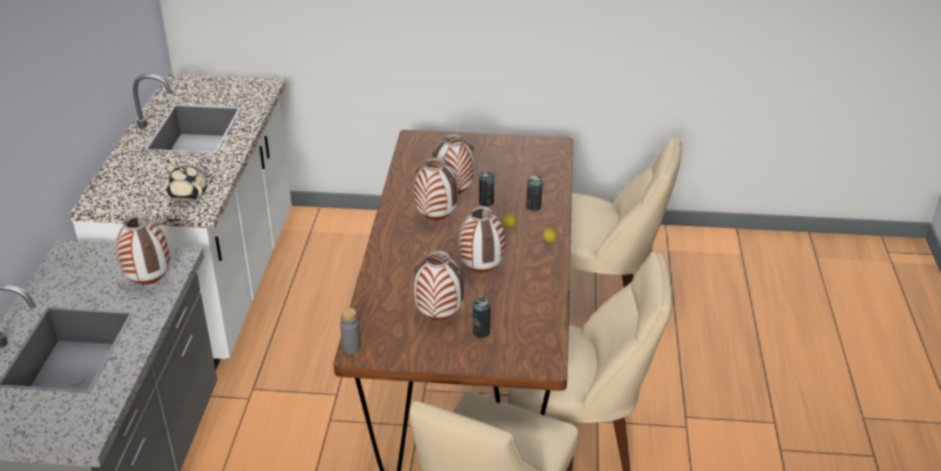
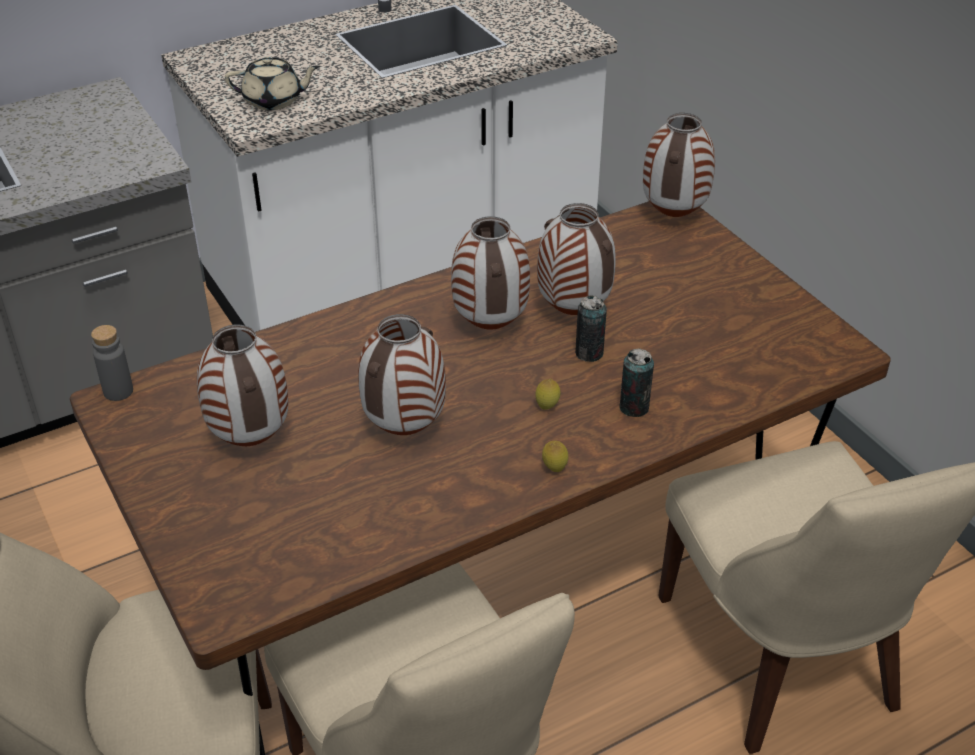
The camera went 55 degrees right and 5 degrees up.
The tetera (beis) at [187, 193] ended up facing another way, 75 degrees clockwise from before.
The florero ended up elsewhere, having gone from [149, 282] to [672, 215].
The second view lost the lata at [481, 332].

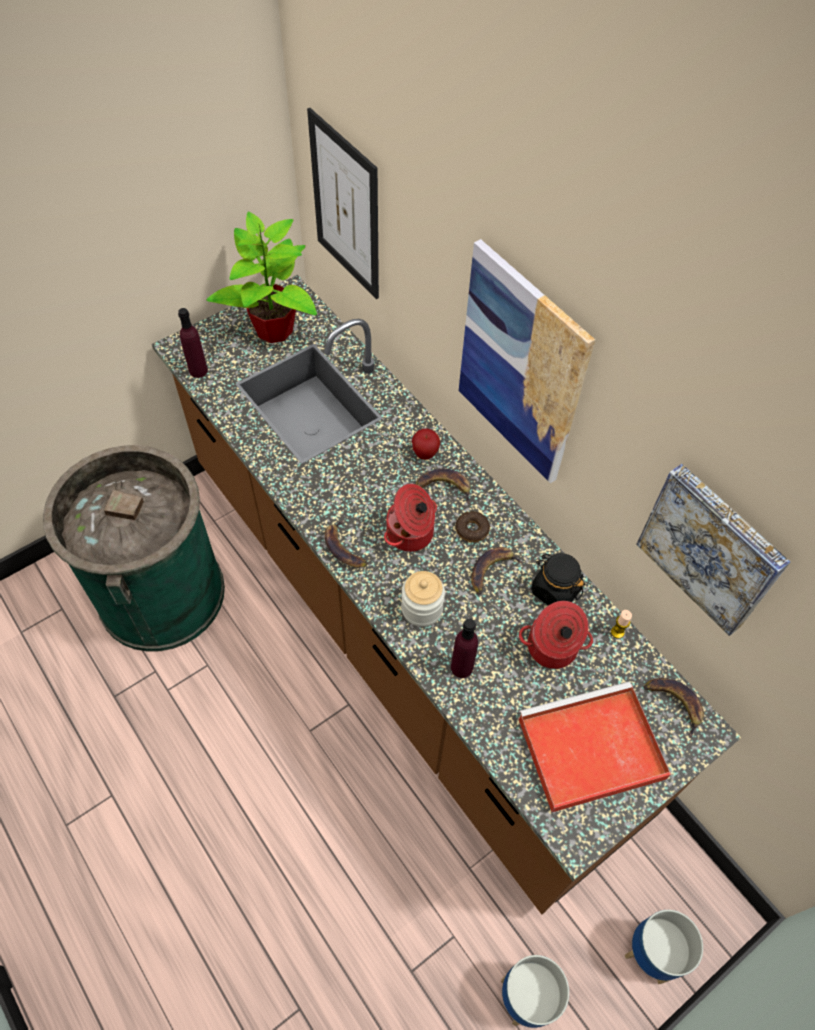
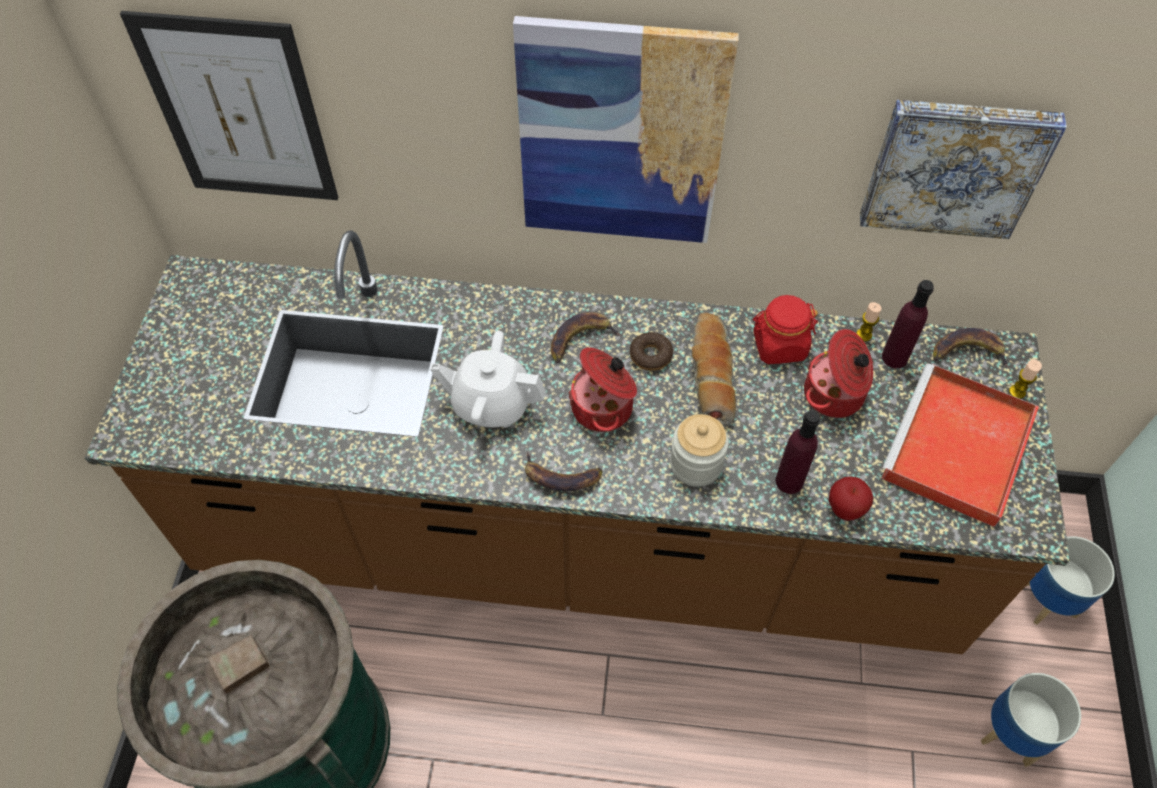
The camera went 45 degrees left and 0 degrees up.
The second view lost the planta en maceta at [274, 330].
The botella (morado) ended up elsewhere, having gone from [198, 370] to [894, 357].
The manzana ended up elsewhere, having gone from [425, 454] to [844, 510].
Where the plátano stood at [492, 570], the pan came to stand at [710, 375].
What was the tarro (negro) at [555, 590] turned into the tarro (rojo) at [779, 345].
The second view gained the tetera (blanco) at [491, 404].
The second view gained the vela at [1017, 392].

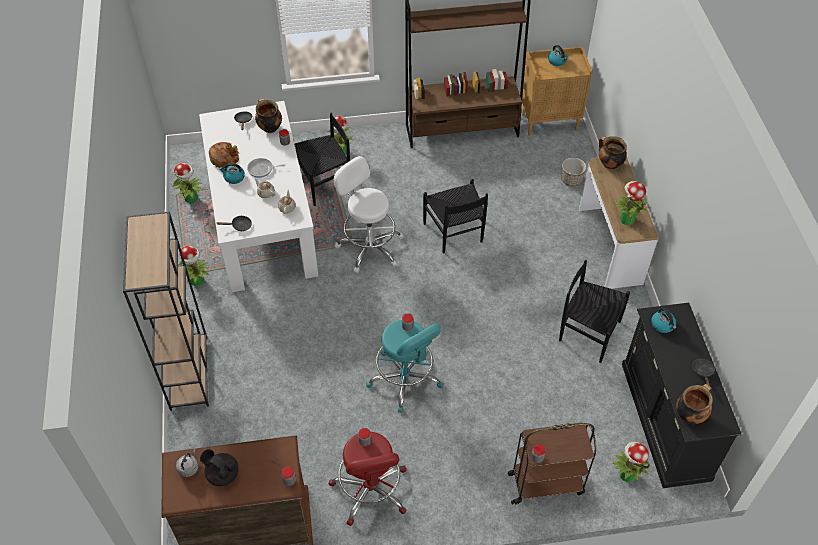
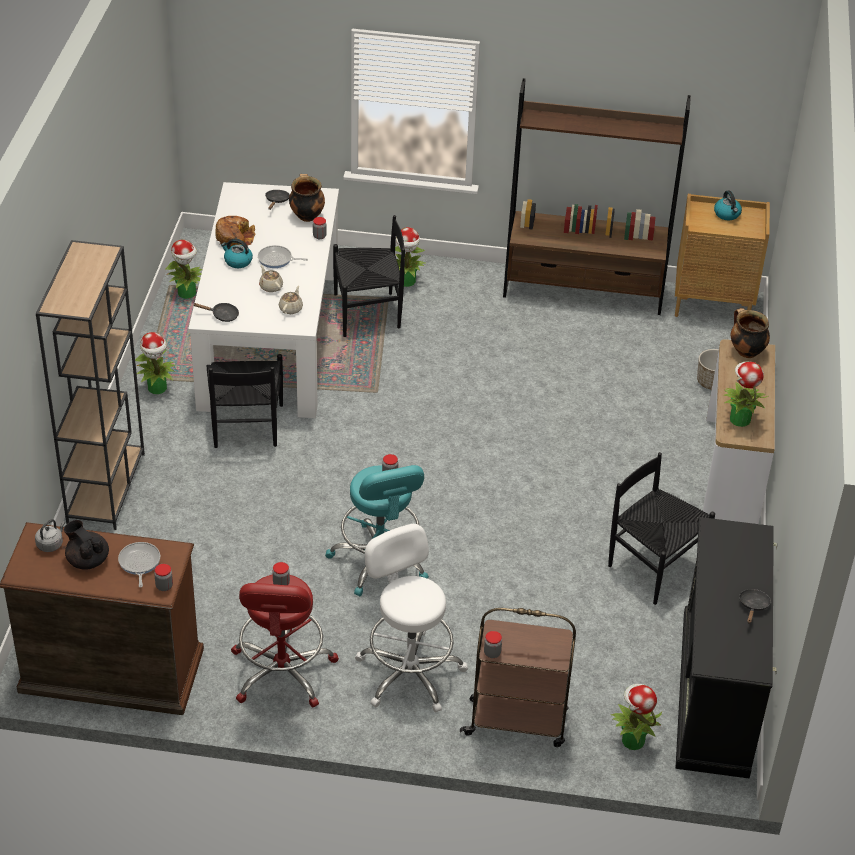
The camera went 15 degrees right and 10 degrees down.
The taburete (blanco) ended up elsewhere, having gone from [369, 246] to [409, 671].
The silla (negro) ended up elsewhere, having gone from [455, 233] to [245, 427].
The second view lost the hervidor at [663, 325].
The second view lost the olla at [689, 415].
The second view gained the sartén at [139, 563].

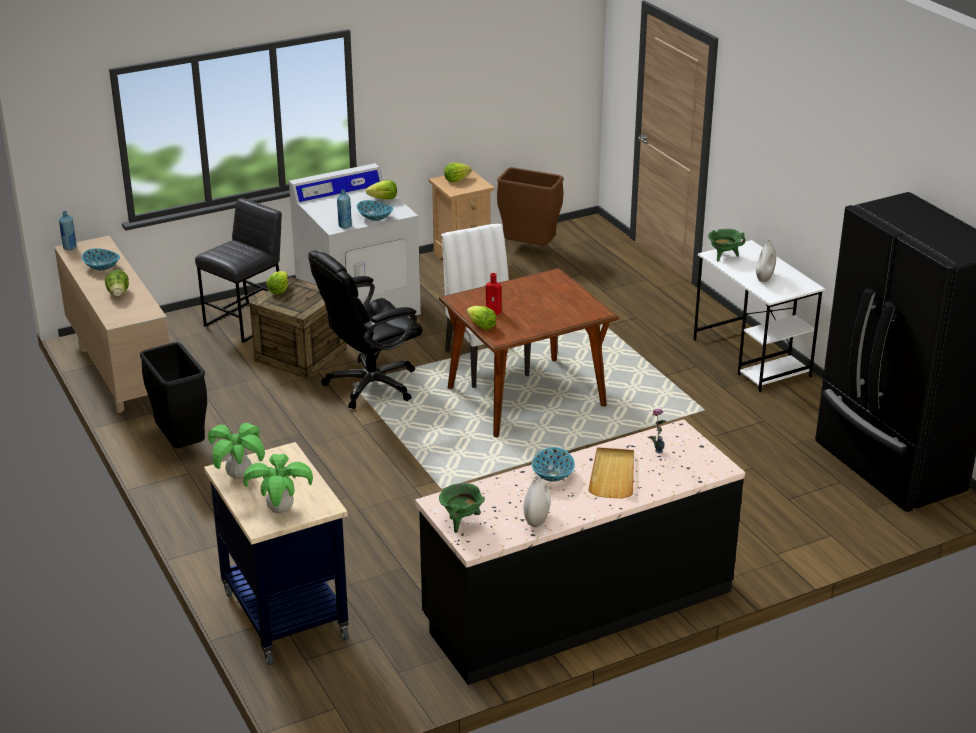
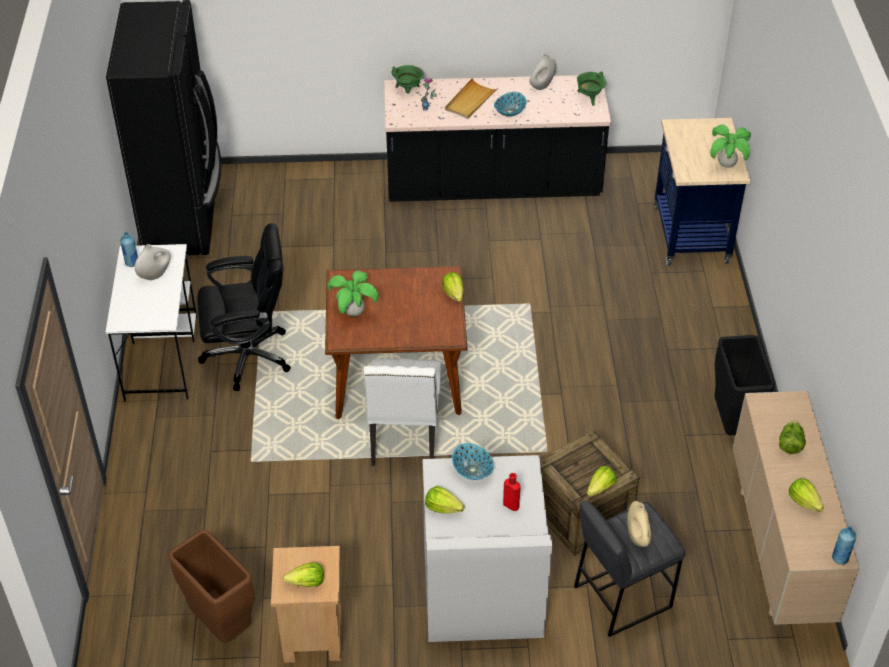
The camera went 155 degrees left and 15 degrees up.
The botella (azul) ended up elsewhere, having gone from [345, 226] to [132, 263].
The olla (verde) ended up elsewhere, having gone from [723, 256] to [408, 90].
Where the cuenco stood at [102, 267], the lechuga came to stand at [804, 502].
The silla de oficina (negro) ended up elsewhere, having gone from [371, 385] to [247, 356].
The botella (rojo) ended up elsewhere, having gone from [494, 312] to [510, 504].
The planta en maceta ended up elsewhere, having gone from [280, 510] to [354, 312].
The second view gained the florero (beis) at [637, 537].

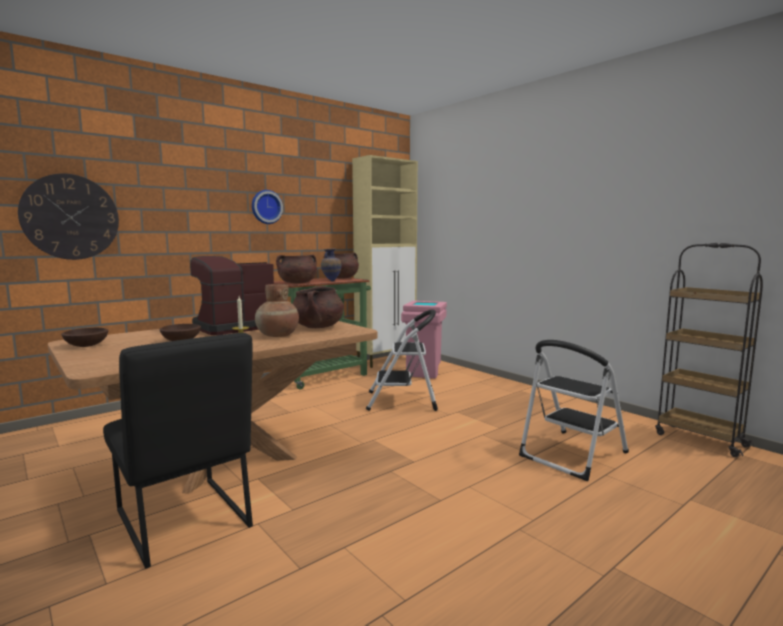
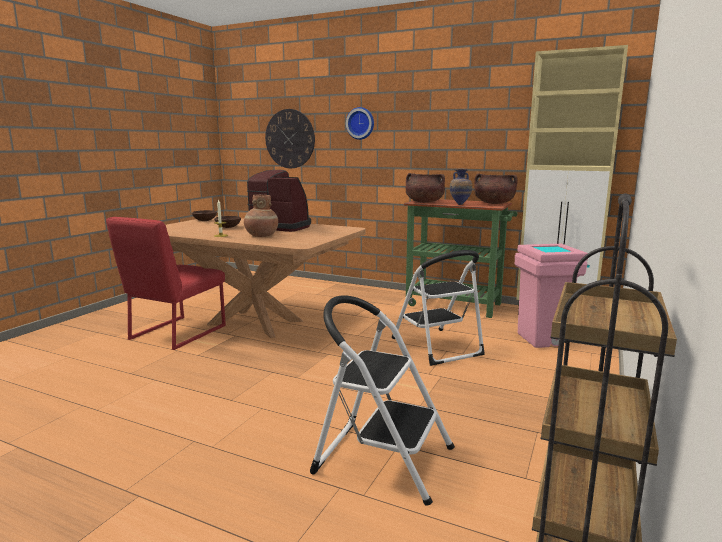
The camera went 65 degrees right and 5 degrees up.
The reloj de pared ended up elsewhere, having gone from [266, 207] to [361, 123].
The second view lost the olla (marrón) at [318, 327].
What was the silla (negro) at [183, 520] turned into the silla (rojo) at [175, 333].

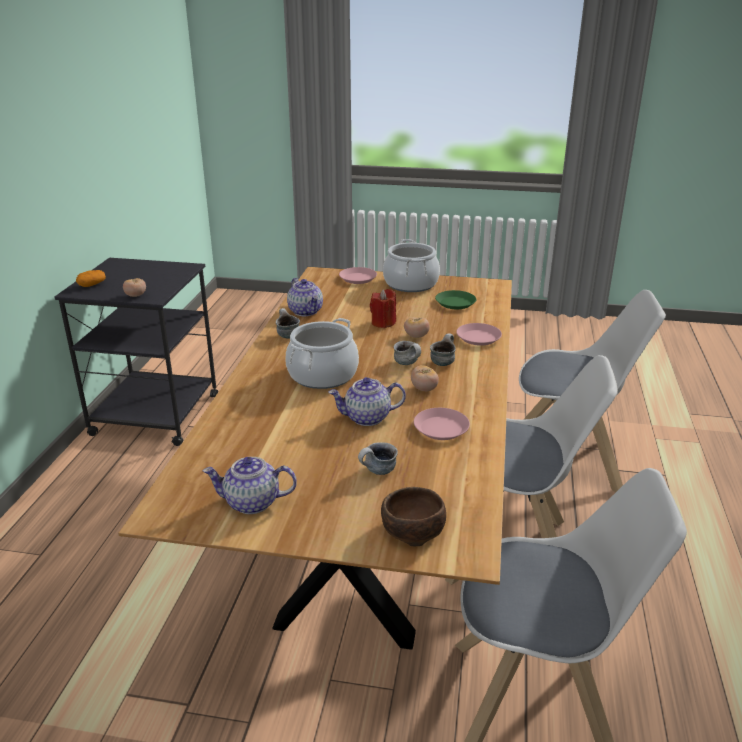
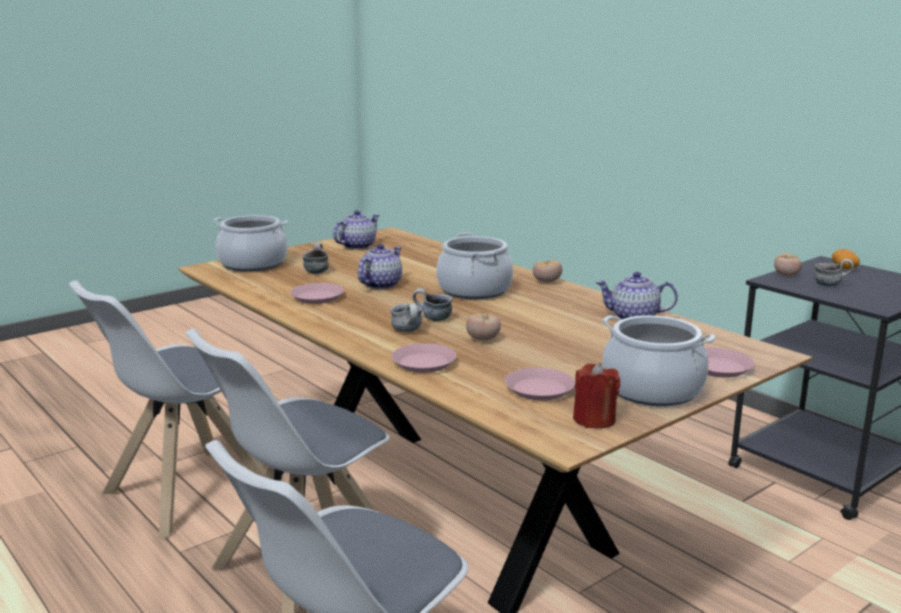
The camera went 130 degrees right and 10 degrees down.
The vela (rojo) ended up elsewhere, having gone from [383, 323] to [594, 420].
What was the plato (verde) at [455, 303] turned into the plato (rosa) at [539, 389].
The taza grande ended up elsewhere, having gone from [286, 335] to [831, 285].
The tomate ended up elsewhere, having gone from [424, 389] to [546, 282].
Where the cuenco (marrón) stood at [411, 530], the olla came to stand at [253, 264].

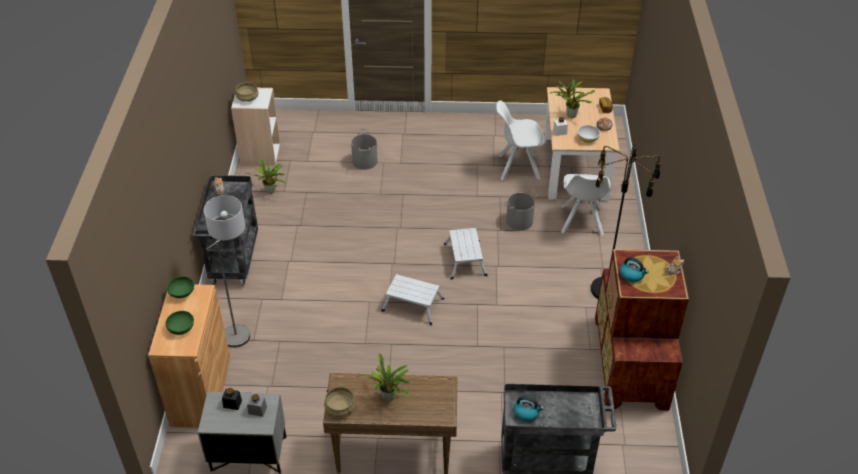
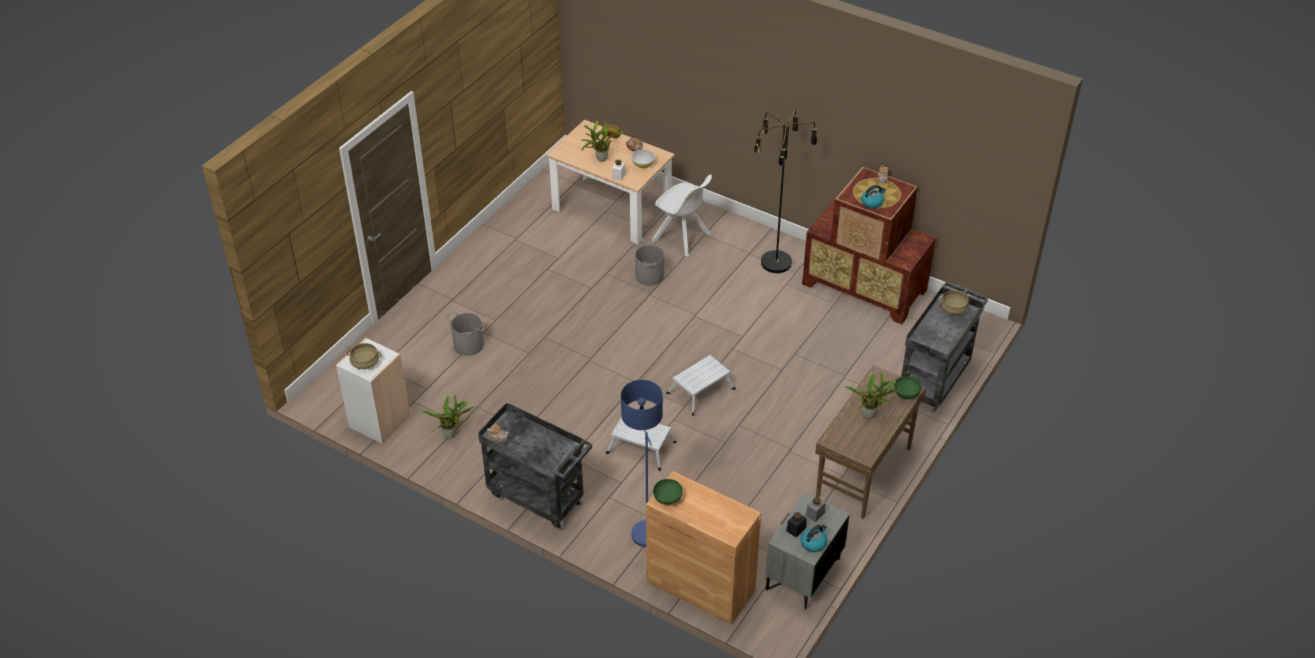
The camera went 60 degrees left and 0 degrees up.
The second view lost the silla (blanco) at [517, 167].
What was the lámpara de pie (gris) at [242, 332] turned into the lámpara de pie (azul) at [644, 527].
The escalera de tijera (blanco) ended up elsewhere, having gone from [465, 259] to [641, 447].
The cuenco (verde) ended up elsewhere, having gone from [181, 328] to [906, 393].
The olla (beis) ended up elsewhere, having gone from [340, 408] to [953, 309].
The hervidor ended up elsewhere, having gone from [526, 413] to [813, 543].

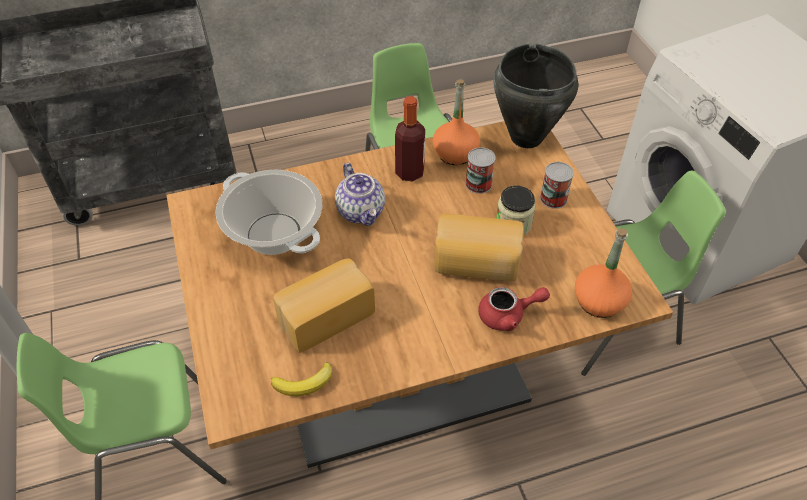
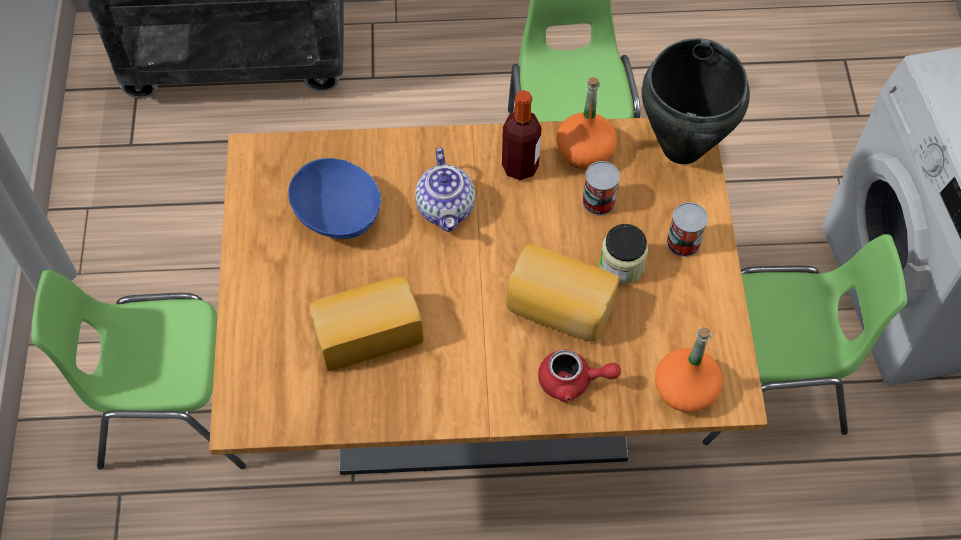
The camera went 15 degrees right and 10 degrees up.
Where the olla stood at [275, 233], the cuenco (azul) came to stand at [339, 214].
The second view lost the plátano at [304, 383].

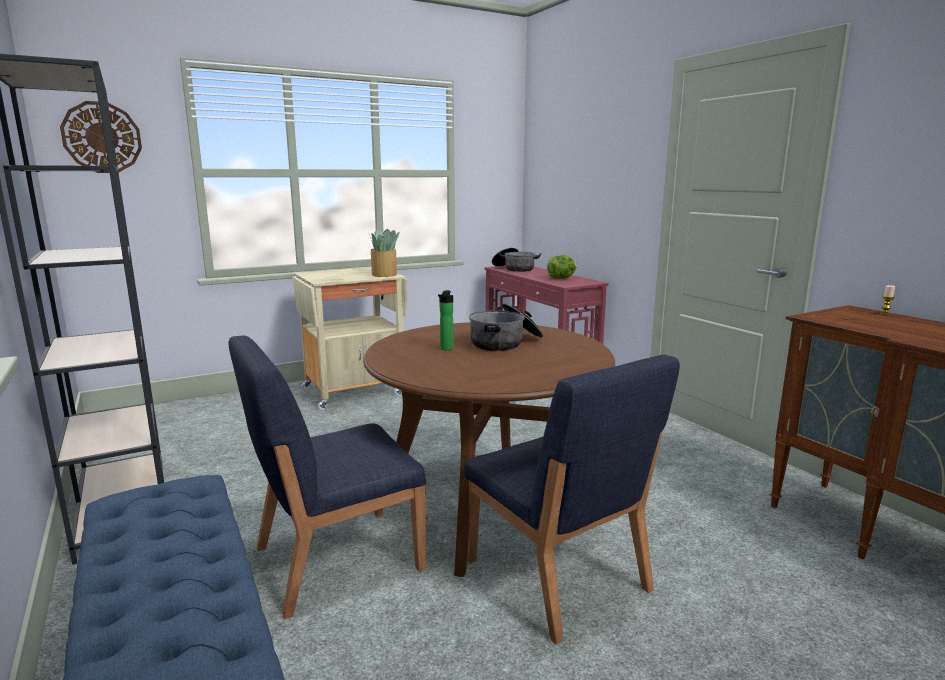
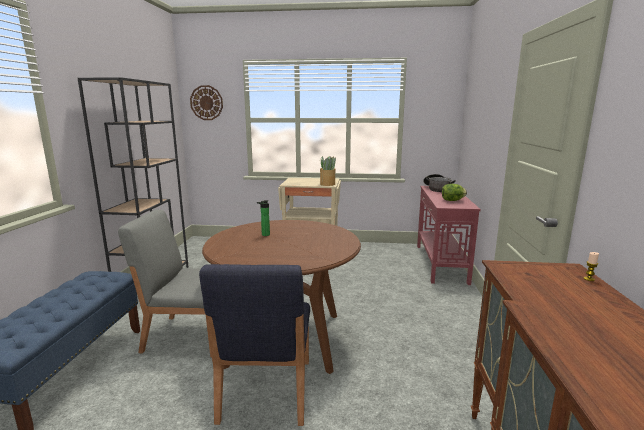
The camera went 35 degrees right and 0 degrees up.
The second view lost the olla at [506, 343].
What was the silla (azul) at [335, 558] turned into the silla (gris) at [189, 335].

